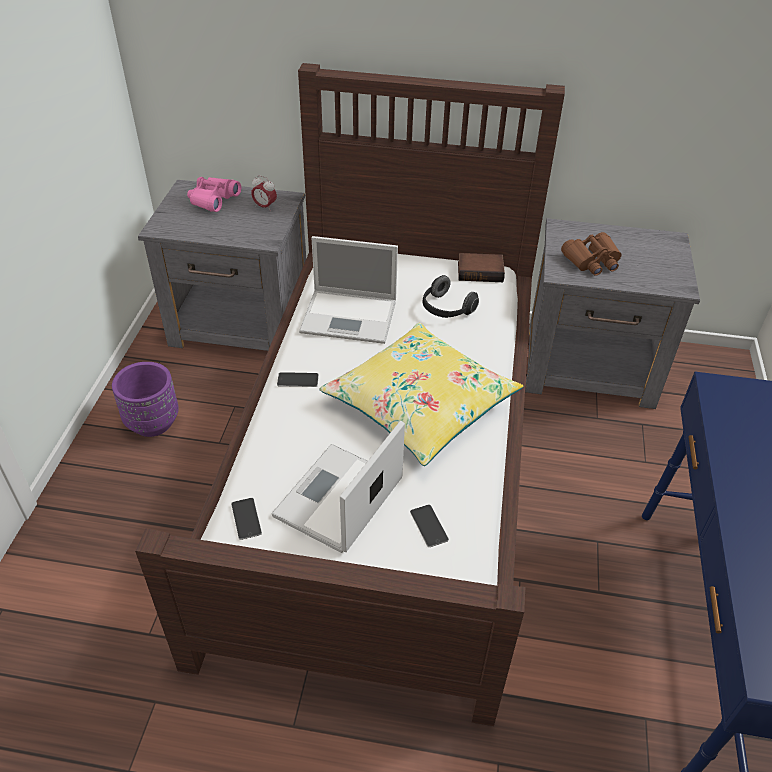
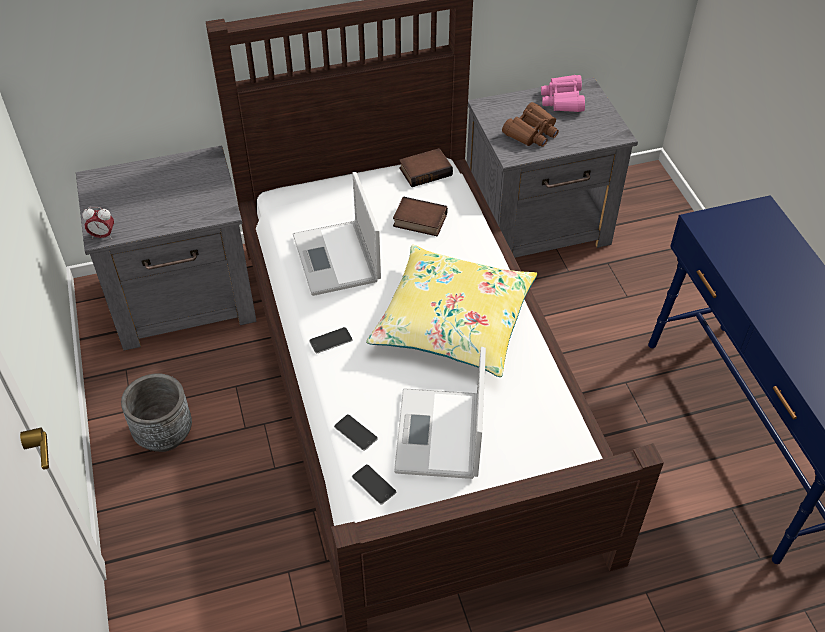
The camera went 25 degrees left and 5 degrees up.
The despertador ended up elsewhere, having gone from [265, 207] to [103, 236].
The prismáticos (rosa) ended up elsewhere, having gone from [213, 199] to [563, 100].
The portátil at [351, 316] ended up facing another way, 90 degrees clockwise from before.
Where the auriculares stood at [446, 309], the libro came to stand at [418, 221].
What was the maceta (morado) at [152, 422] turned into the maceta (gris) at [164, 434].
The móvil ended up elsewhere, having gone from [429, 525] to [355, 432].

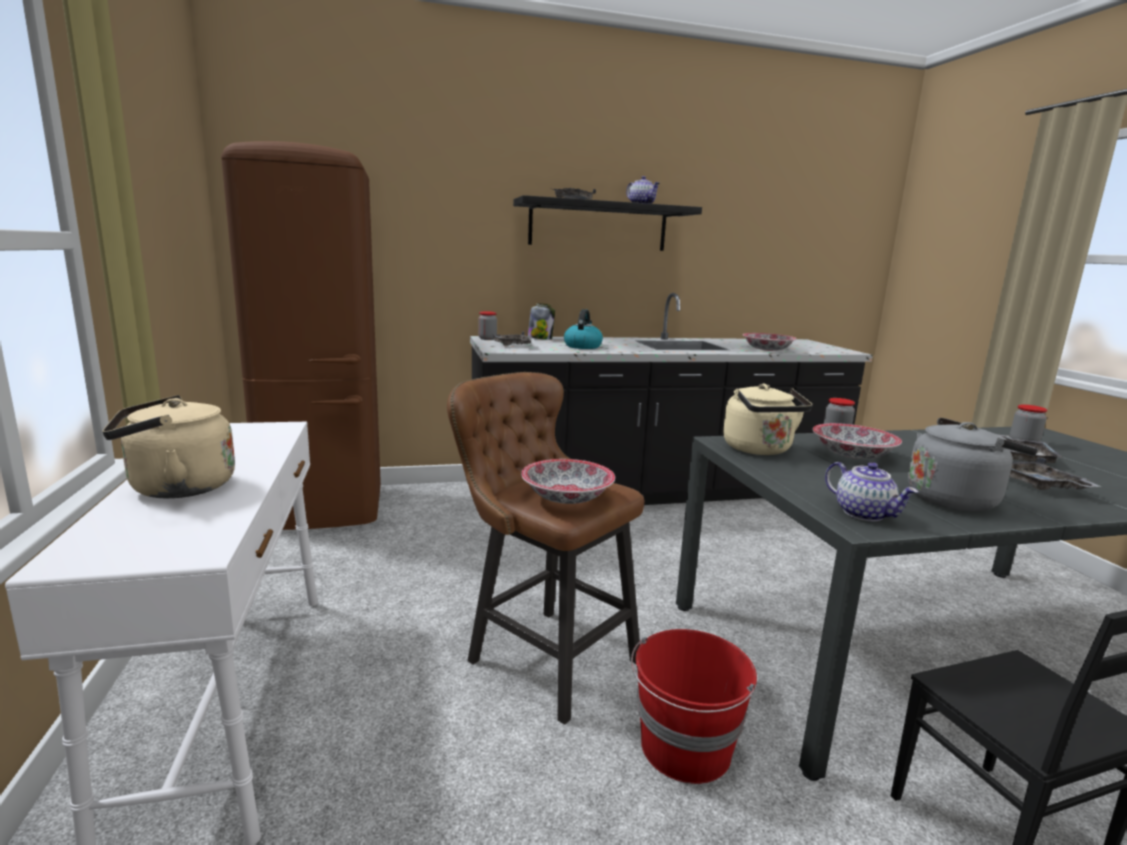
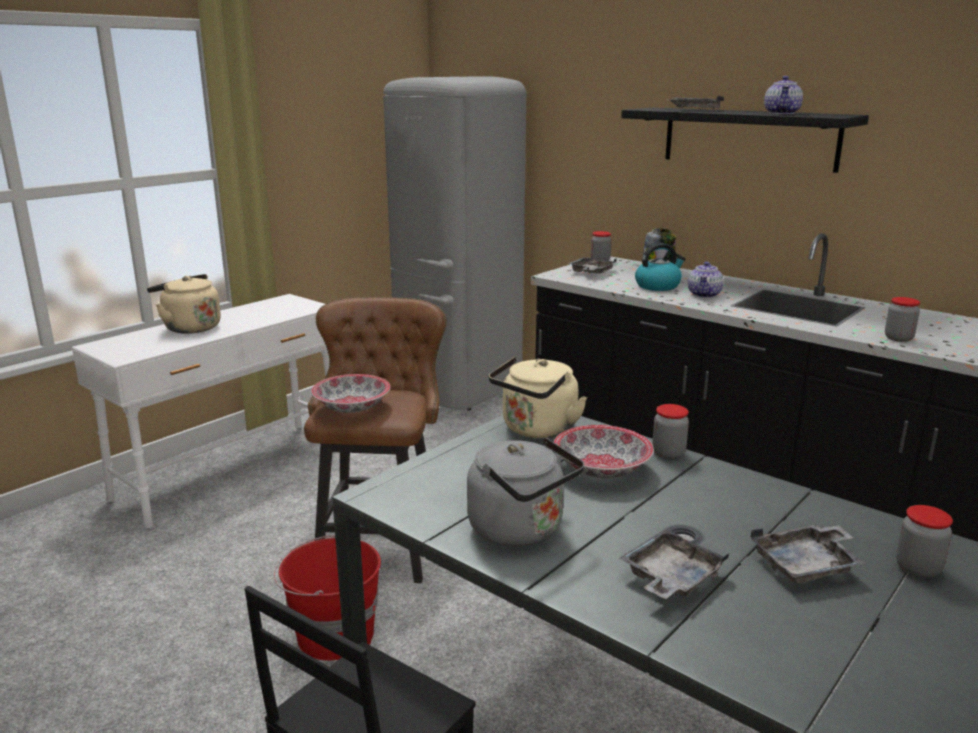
The camera went 55 degrees right and 5 degrees up.
What was the nevera (marrón) at [324, 509] turned into the nevera (gris) at [456, 389].
Where the cuenco stood at [767, 350], the tarro came to stand at [898, 338].
The tetera ended up elsewhere, having gone from [864, 514] to [704, 295].

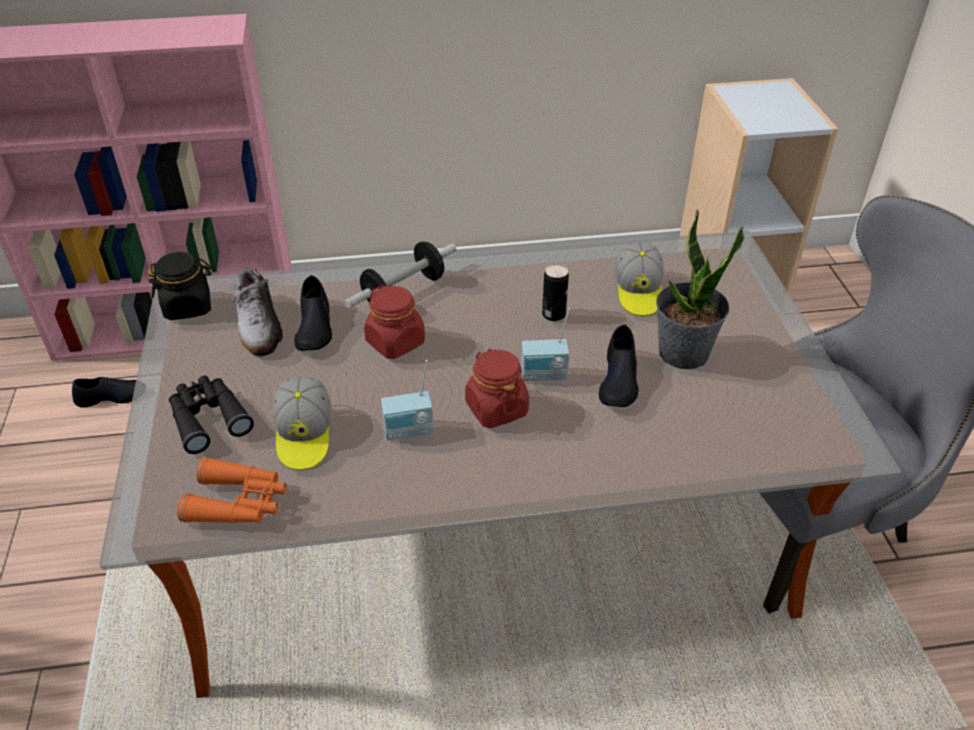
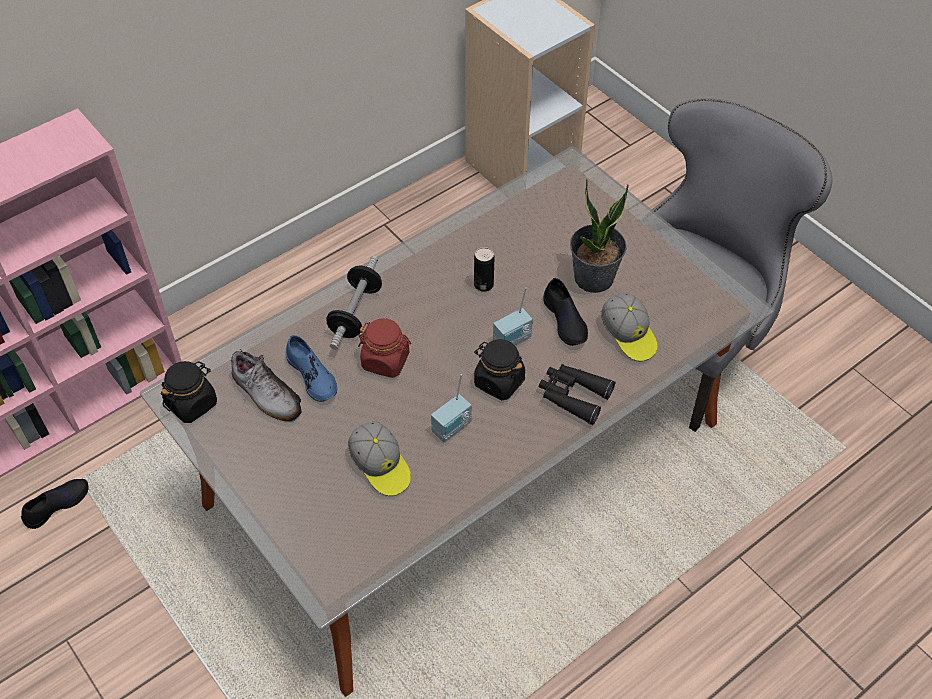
The camera went 30 degrees left and 10 degrees up.
The gorra ended up elsewhere, having gone from [638, 291] to [628, 335].
What was the zapato (negro) at [314, 327] turned into the zapato (azul) at [312, 376].
What was the tarro (rojo) at [496, 408] turned into the tarro (negro) at [498, 382].
The prismáticos (negro) ended up elsewhere, having gone from [208, 418] to [573, 396].
The second view lost the prismáticos (naranja) at [239, 503].

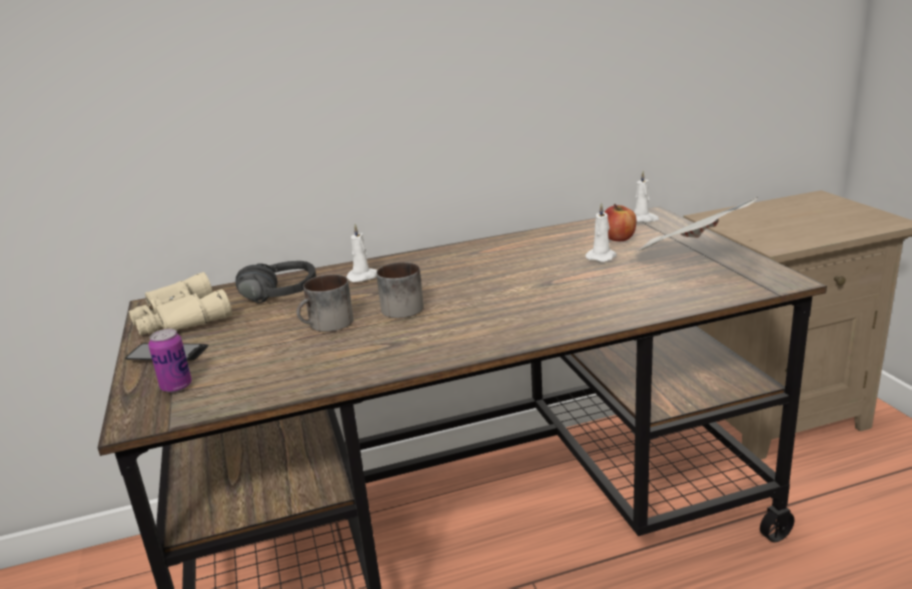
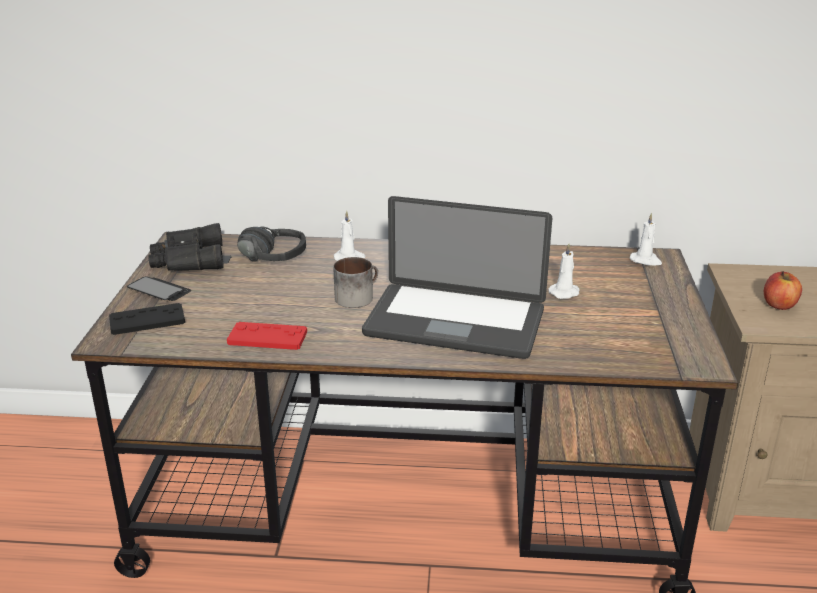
The camera went 20 degrees right and 5 degrees up.
The second view lost the periódico at [688, 259].
The manzana ended up elsewhere, having gone from [618, 238] to [779, 305].
What was the prismáticos (beis) at [179, 318] turned into the prismáticos (negro) at [187, 259].
The second view lost the taza grande at [327, 325].
Where the lata stood at [176, 386], the mando de consola (negro) came to stand at [147, 320].
The second view gained the portátil at [455, 323].
The second view gained the mando de consola (rojo) at [267, 337].

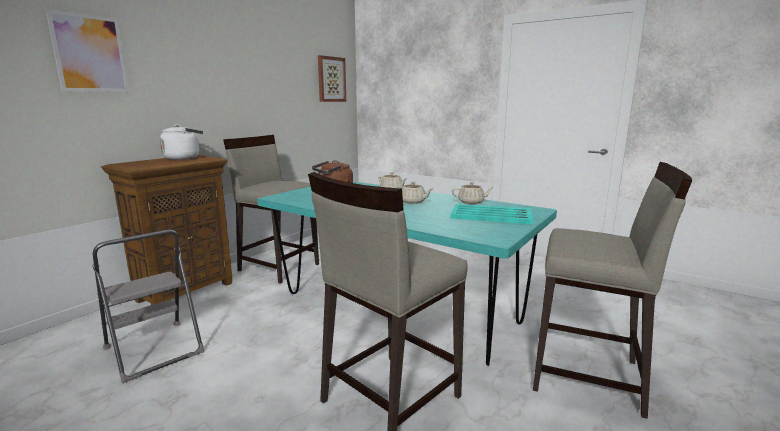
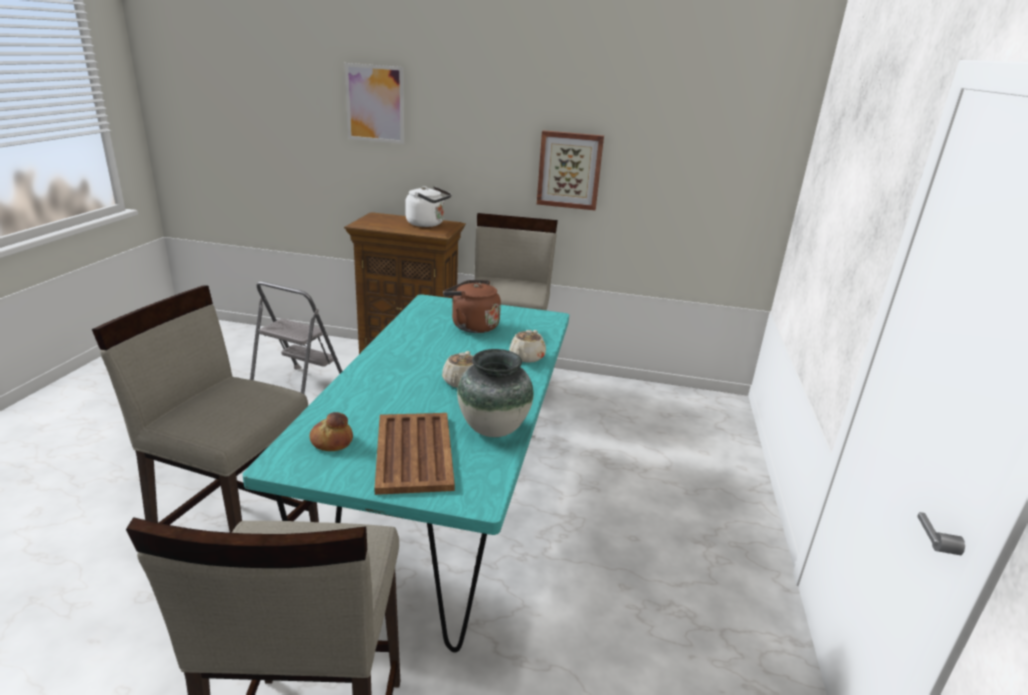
The camera went 65 degrees right and 10 degrees up.
The cuadro ended up elsewhere, having gone from [331, 79] to [569, 170].
Where the tetera (beis) stood at [471, 202], the florero came to stand at [492, 429].
What was the bandeja (turquesa) at [490, 215] turned into the bandeja (marrón) at [414, 452].
The second view gained the pan at [331, 441].

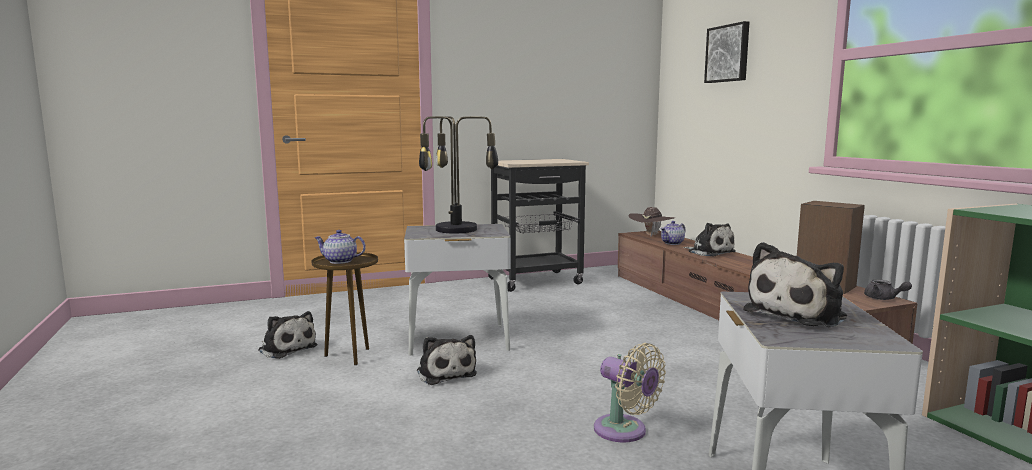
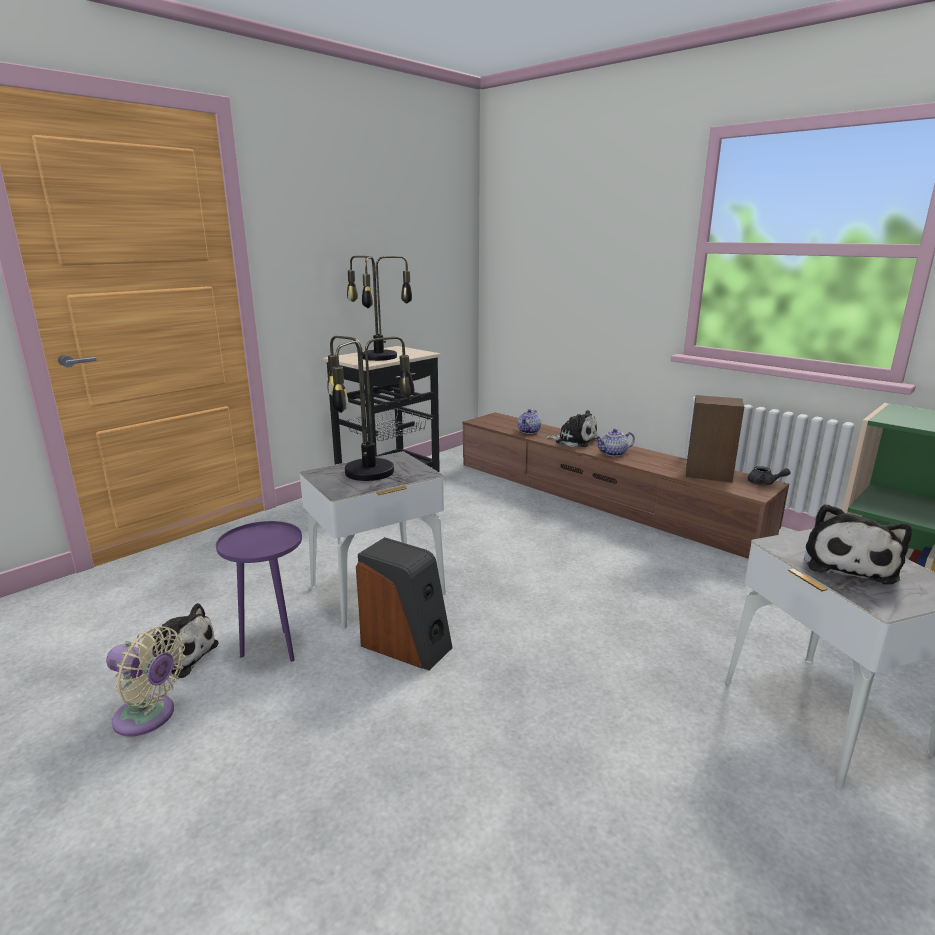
The camera went 25 degrees left and 10 degrees up.
The second view lost the cuadro at [728, 53].
The second view lost the sombrero (marrón) at [651, 235].
The tetera ended up elsewhere, having gone from [339, 261] to [613, 454].
What was the mesa auxiliar (marrón) at [350, 356] turned into the mesa auxiliar (morado) at [273, 648].
Where the peluche stood at [445, 373], the altavoz came to stand at [407, 645].
The ventilador (beis) ended up elsewhere, having gone from [624, 431] to [149, 717].
The second view gained the lámpara de mesa at [378, 357].

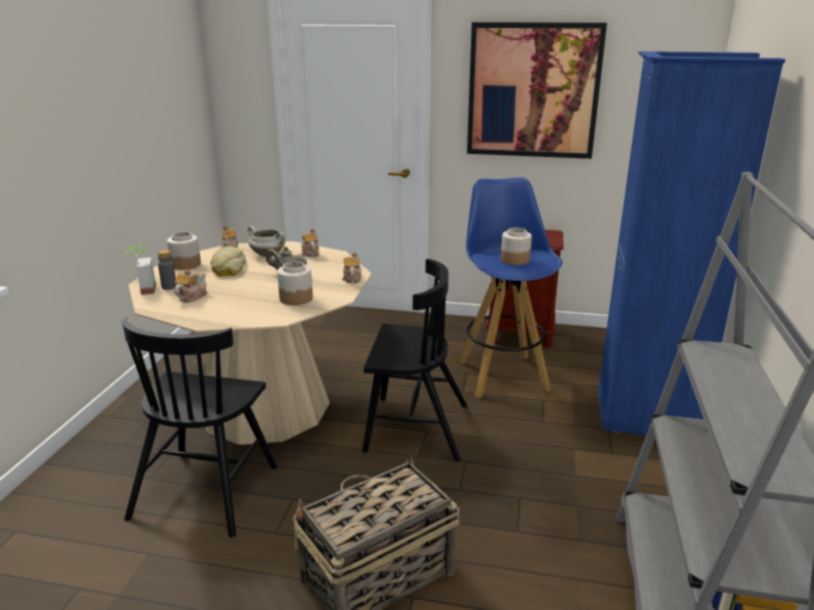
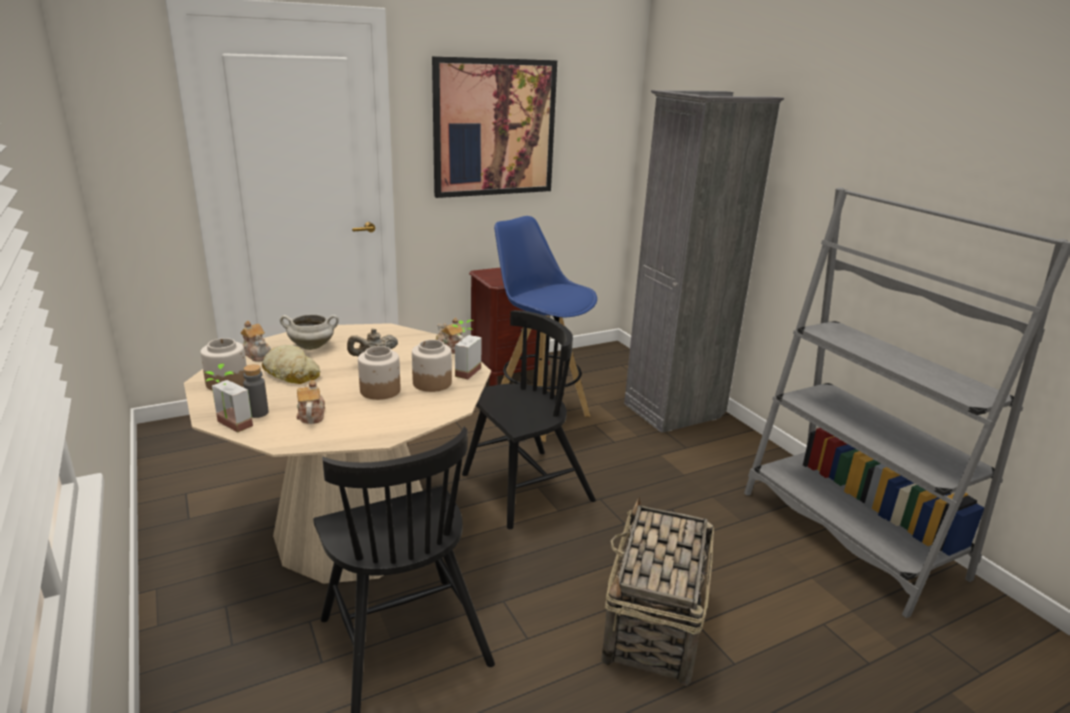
The camera went 40 degrees left and 0 degrees up.
What was the armario (azul) at [645, 416] turned into the armario (gris) at [673, 411].
The second view lost the tetera at [310, 253].
The tarro ended up elsewhere, having gone from [514, 260] to [380, 391].
The second view gained the planta en maceta at [462, 371].

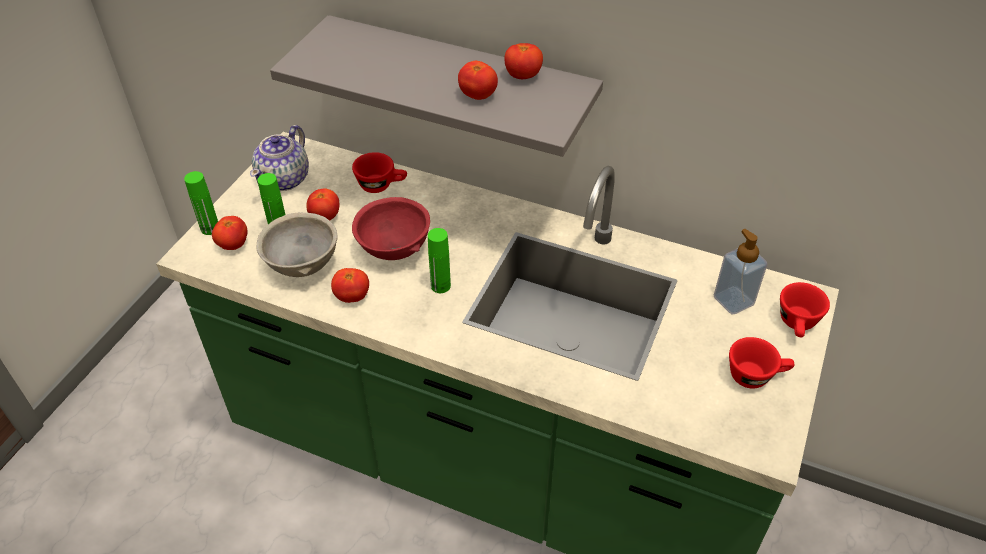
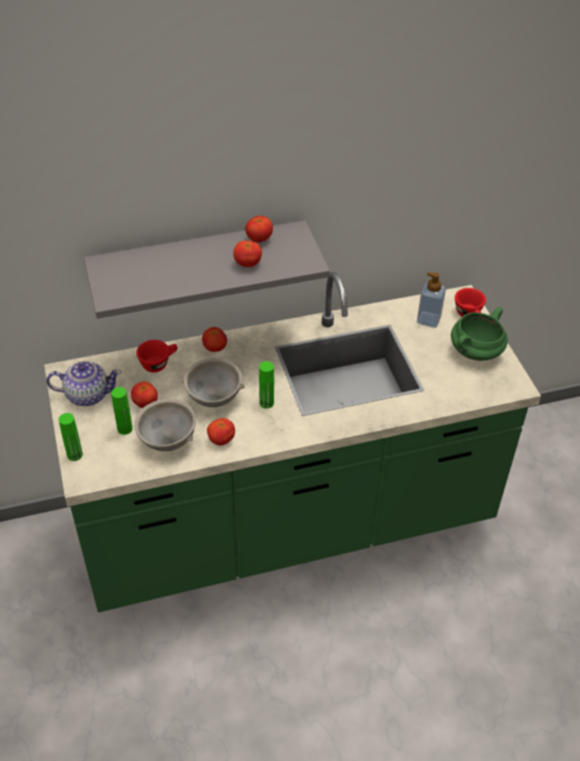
The camera went 40 degrees left and 0 degrees up.
The tetera at [285, 179] ended up facing another way, 75 degrees counterclockwise from before.
What was the cuenco (rojo) at [394, 250] turned into the cuenco (gris) at [214, 398].
The tomate ended up elsewhere, having gone from [233, 245] to [215, 348].
Where the taza (rojo) stood at [756, 375], the olla (verde) came to stand at [475, 353].

